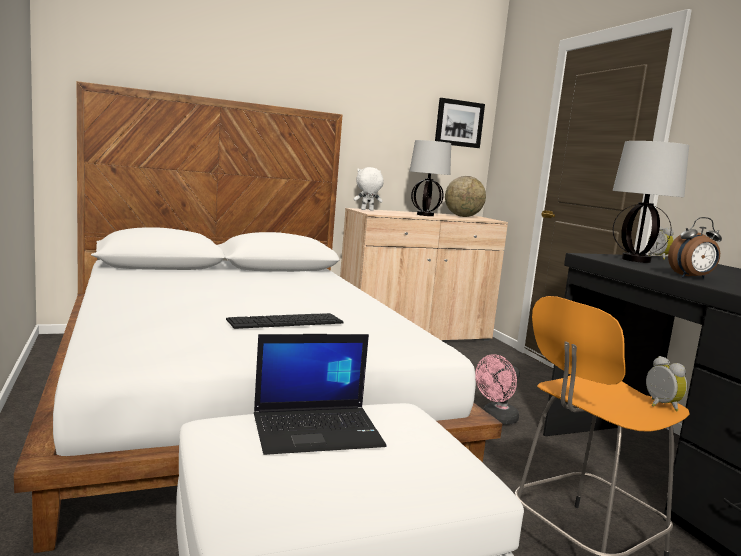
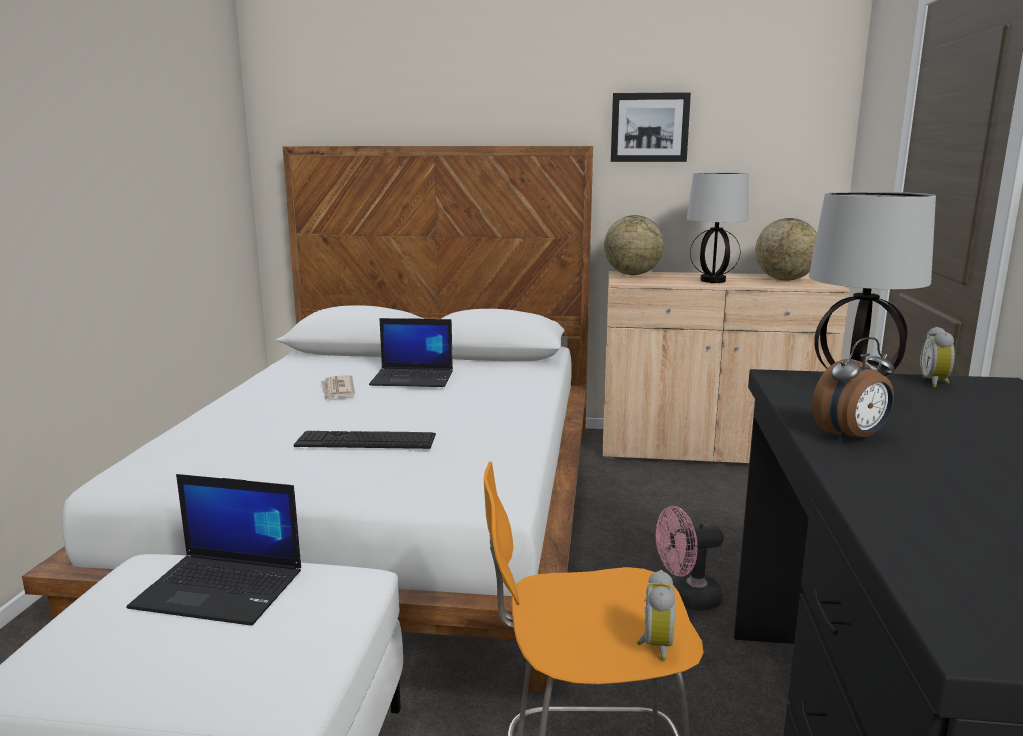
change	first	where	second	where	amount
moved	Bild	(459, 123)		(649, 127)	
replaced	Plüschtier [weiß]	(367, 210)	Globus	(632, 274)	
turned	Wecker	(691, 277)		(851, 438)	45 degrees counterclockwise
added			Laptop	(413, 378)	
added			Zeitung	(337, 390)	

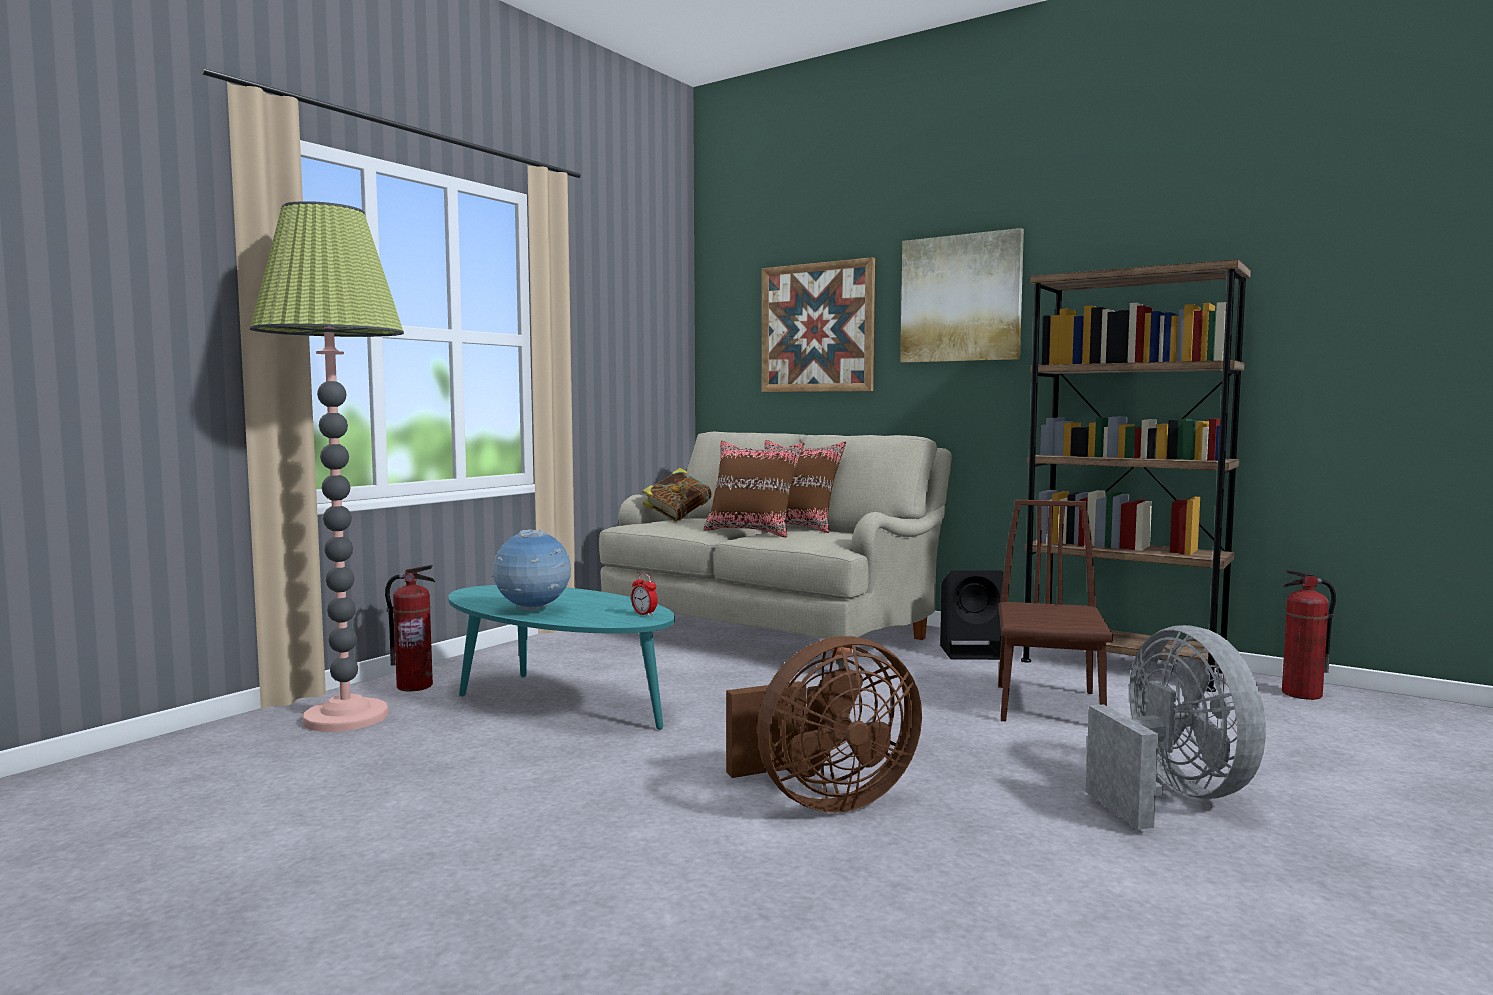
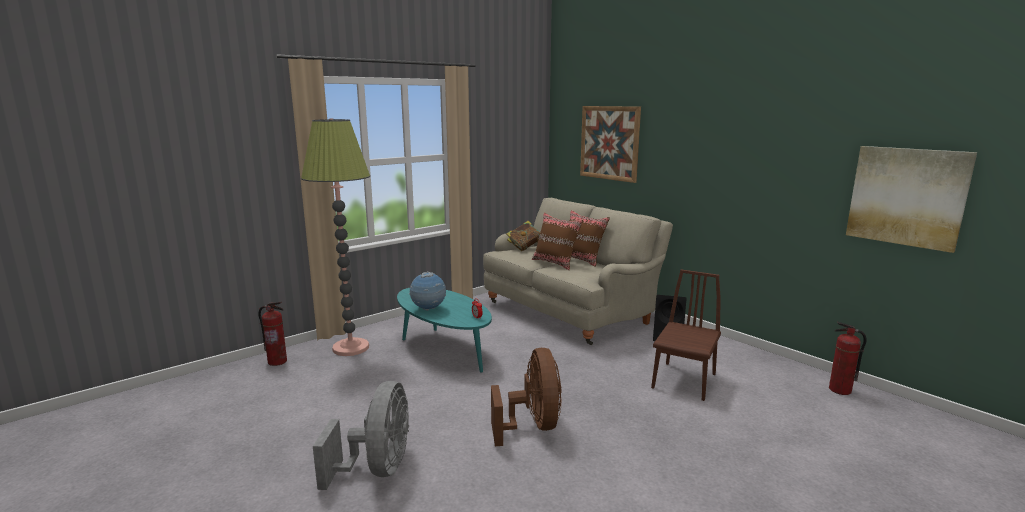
change	first	where	second	where	amount
moved	Bild	(961, 298)		(906, 196)	
removed	Bücherregal [braun]	(1121, 666)			
moved	Feuerlöscher	(415, 686)		(277, 361)	
moved	Ventilator [grau]	(1172, 796)		(378, 469)	
turned	Ventilator [braun]	(823, 800)		(533, 426)	90 degrees counterclockwise

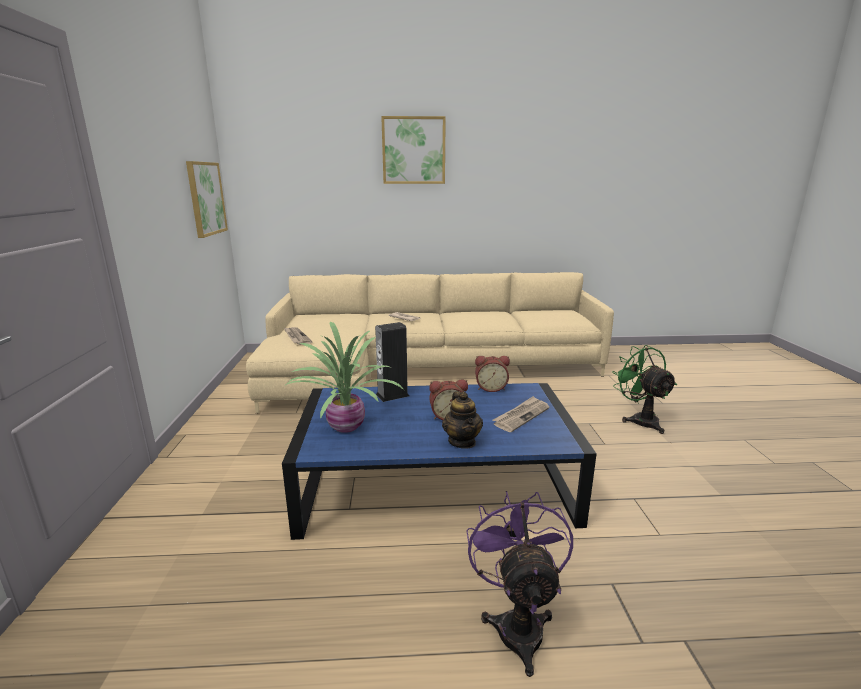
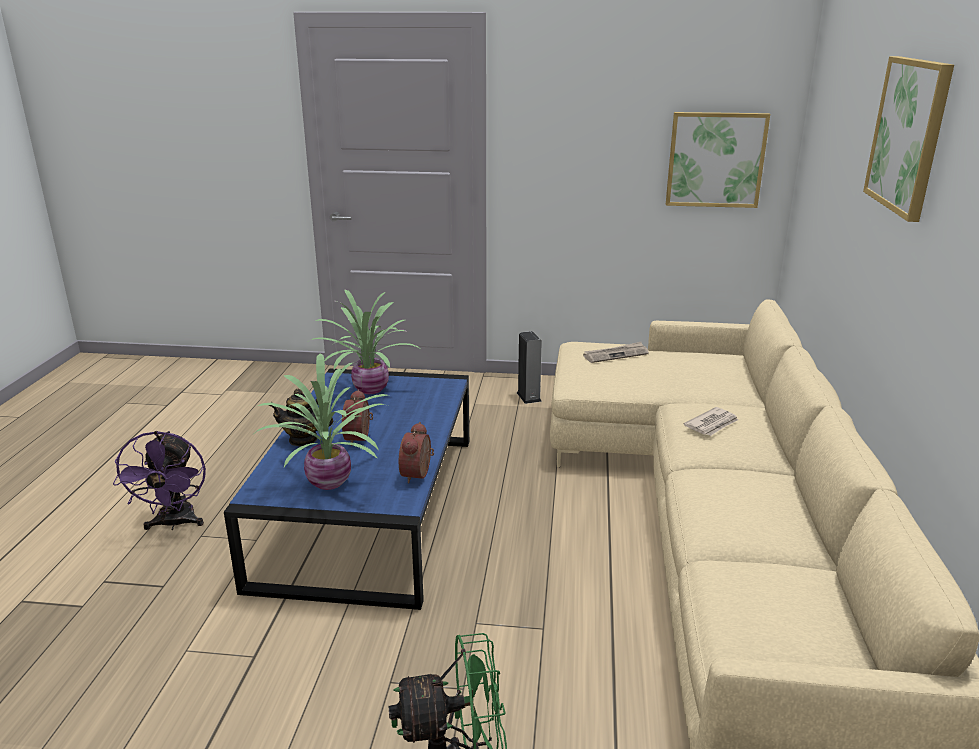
change	first	where	second	where	amount
moved	Lautsprecher	(392, 395)		(529, 397)	
replaced	Zeitung	(521, 416)	Topfpflanze	(332, 481)	
turned	Ventilator [lila]	(517, 623)		(174, 524)	75 degrees clockwise

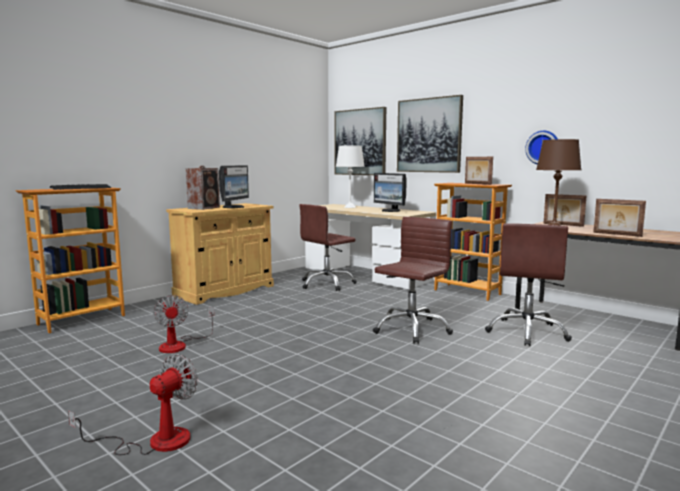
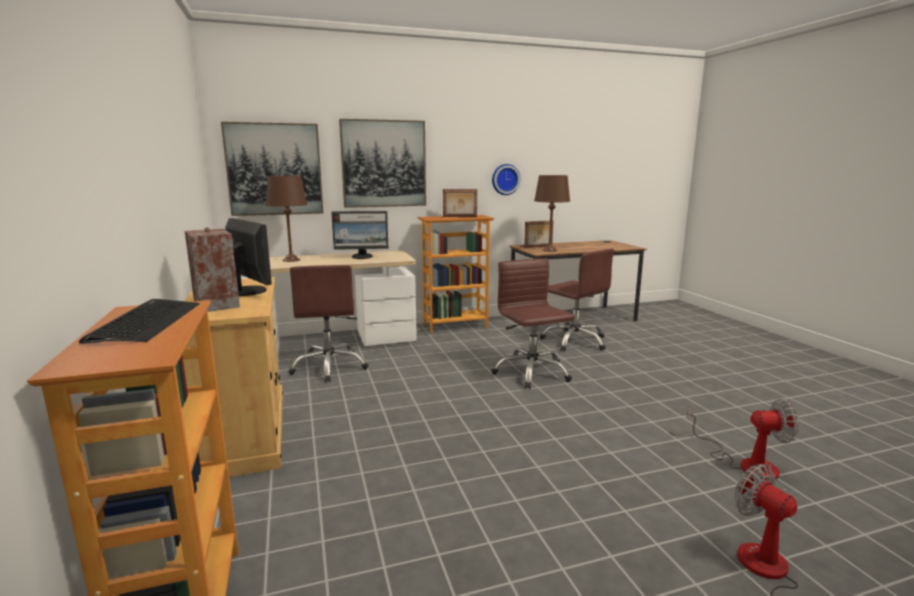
change	first	where	second	where	amount
recoloured	Tischlampe [weiß]	(349, 207)	Tischlampe [braun]	(291, 260)	
removed	Bilderrahmen	(617, 234)			
moved	Ventilator	(180, 345)		(746, 463)	

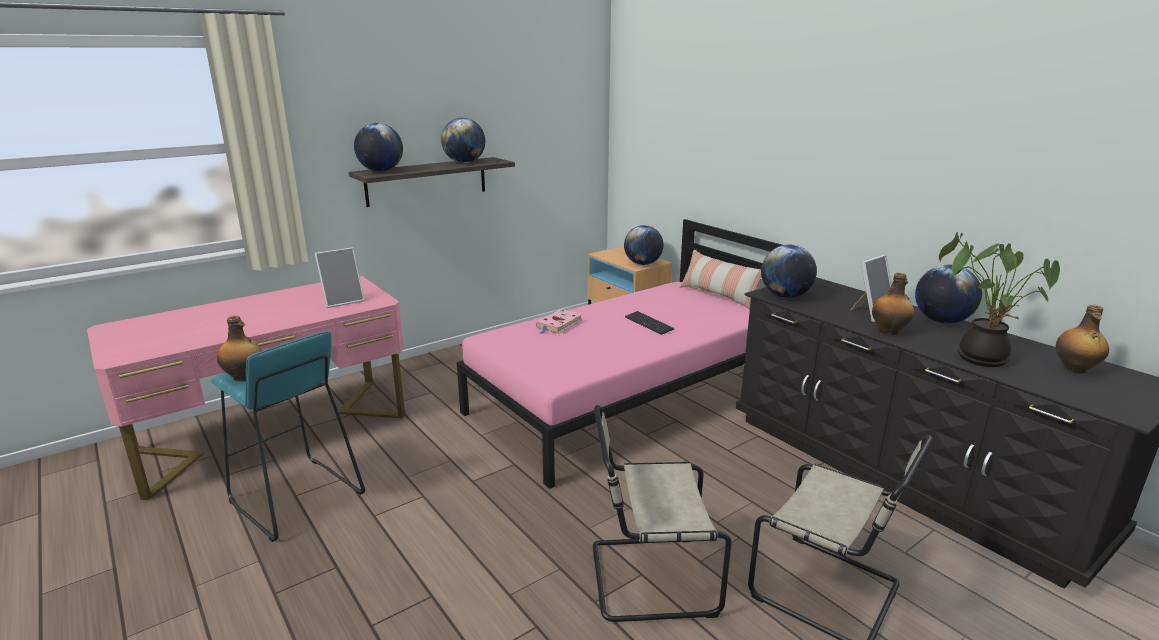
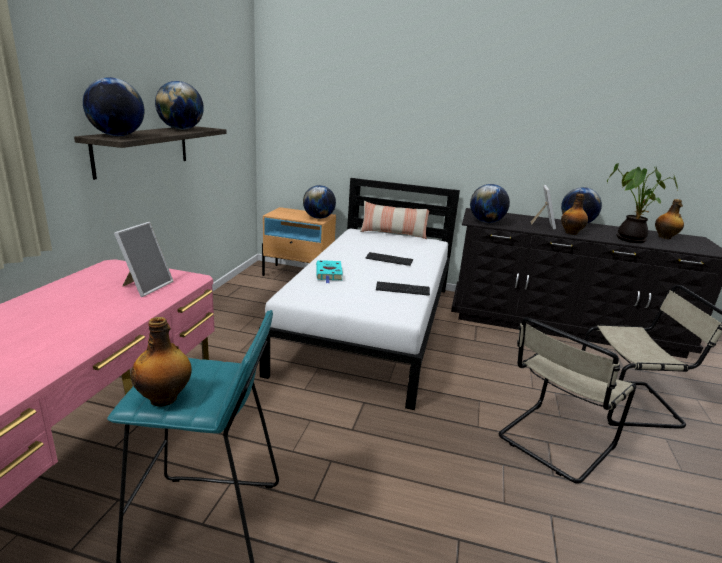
change	first	where	second	where	amount
recoloured	Bett [rosa]	(628, 399)	Bett [weiß]	(371, 325)	
recoloured	Buch [rosa]	(558, 325)	Buch [türkis]	(329, 273)	
added			Tastatur	(402, 290)	

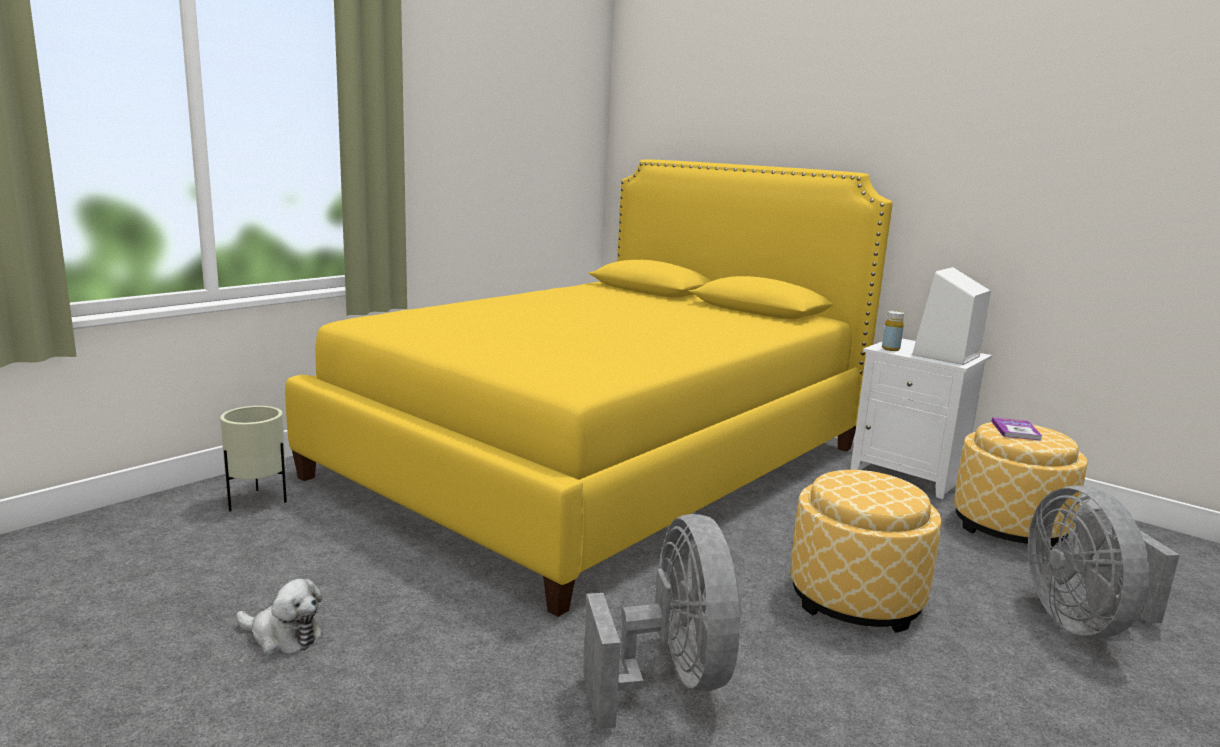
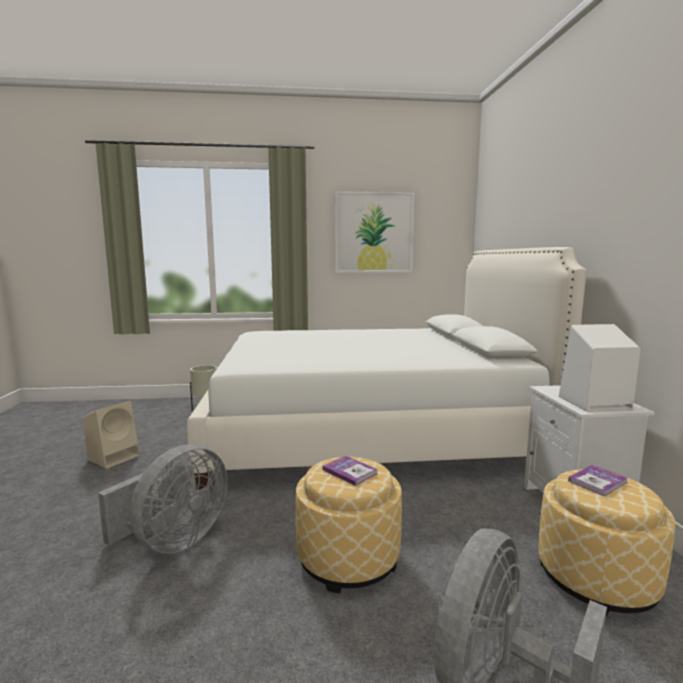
change	first	where	second	where	amount
recoloured	Bett [gelb]	(601, 461)	Bett [weiß]	(367, 432)	
removed	Flasche [gelb]	(890, 349)			
replaced	Plüschtier	(283, 636)	Lautsprecher [beige]	(114, 457)	
added			Bild	(374, 233)	
added			Buch	(350, 471)	

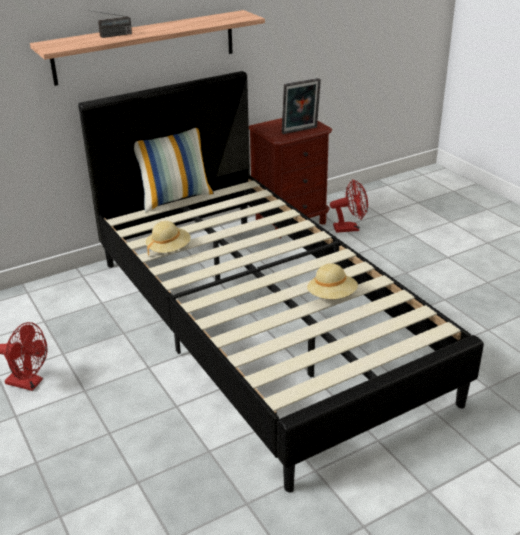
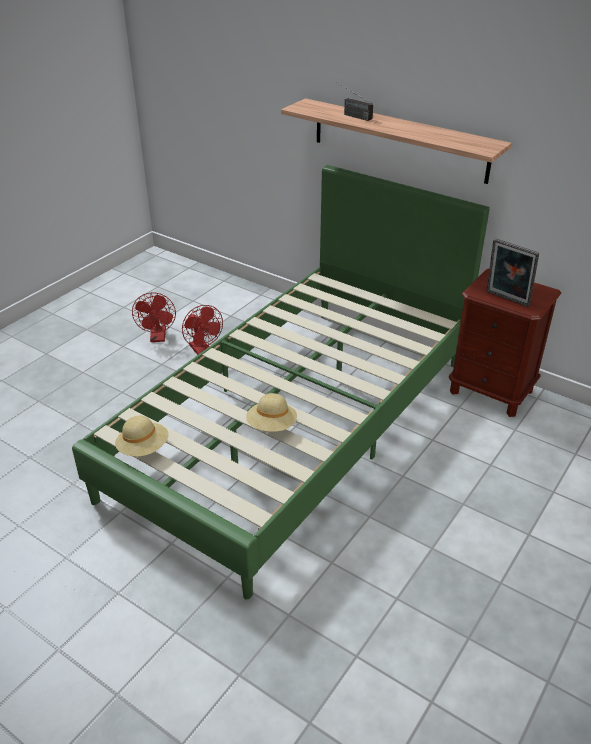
change	first	where	second	where	amount
recoloured	Bett [schwarz]	(260, 324)	Bett [grün]	(296, 425)	
removed	Kissen	(175, 198)			
moved	Ventilator [rot]	(350, 228)		(203, 351)	
moved	Hut [beige]	(169, 249)		(143, 448)	

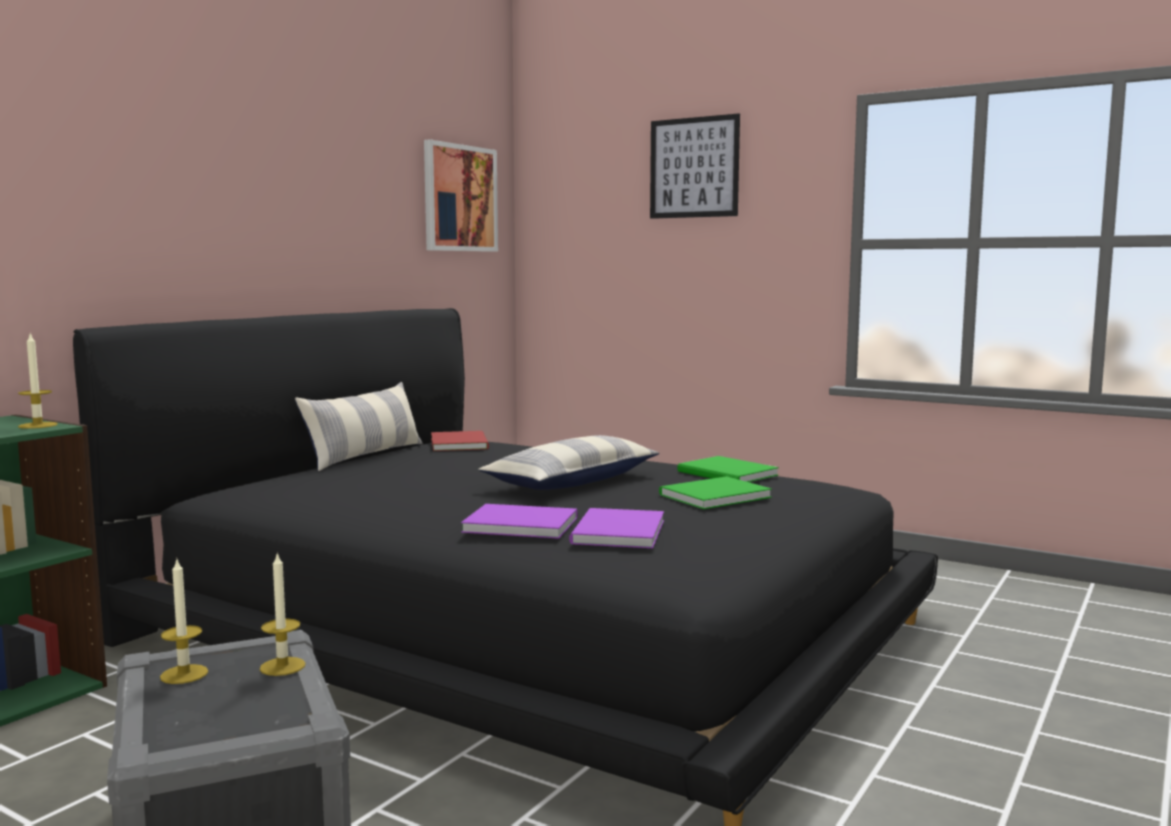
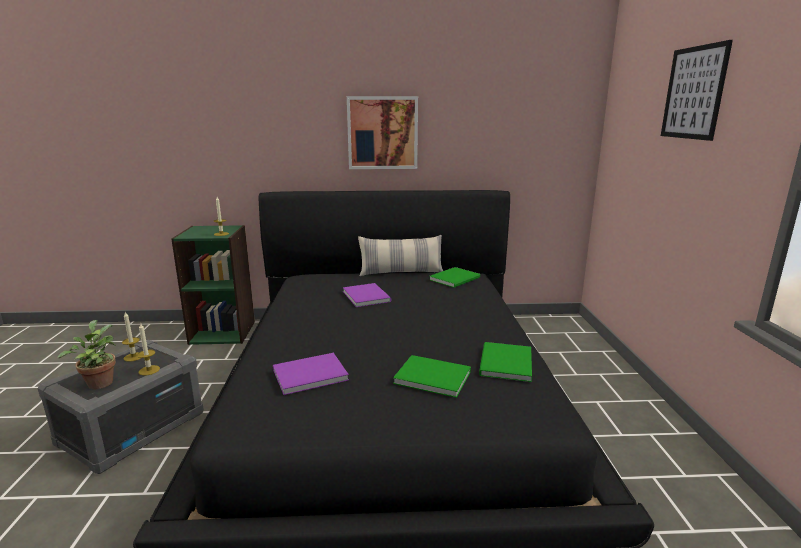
change	first	where	second	where	amount
moved	Bild	(459, 198)		(382, 133)	
recoloured	Buch [rot]	(461, 443)	Buch [grün]	(456, 278)	
removed	Kissen	(572, 482)			
moved	Buch [lila]	(518, 524)		(367, 296)	
added			Topfpflanze	(99, 382)	

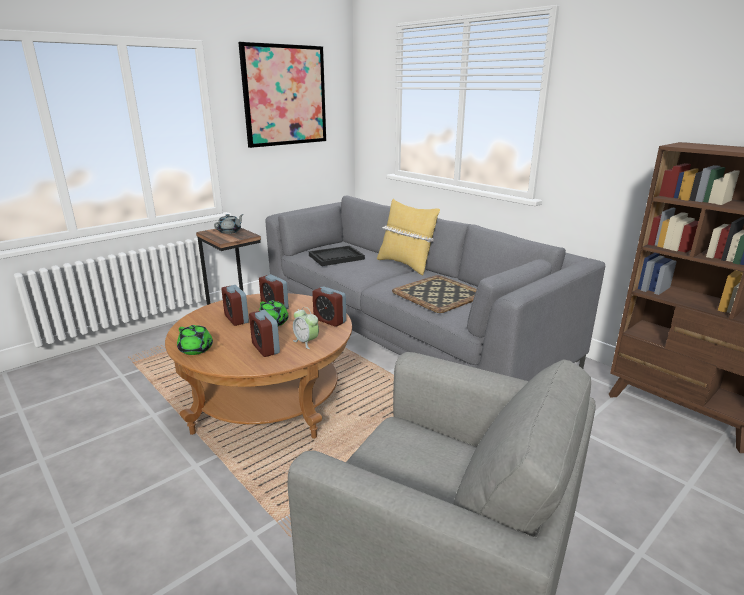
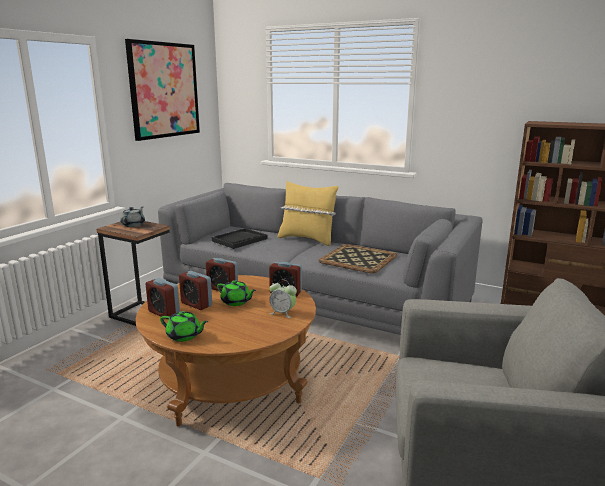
change	first	where	second	where	amount
moved	Wecker	(265, 348)		(164, 313)	

